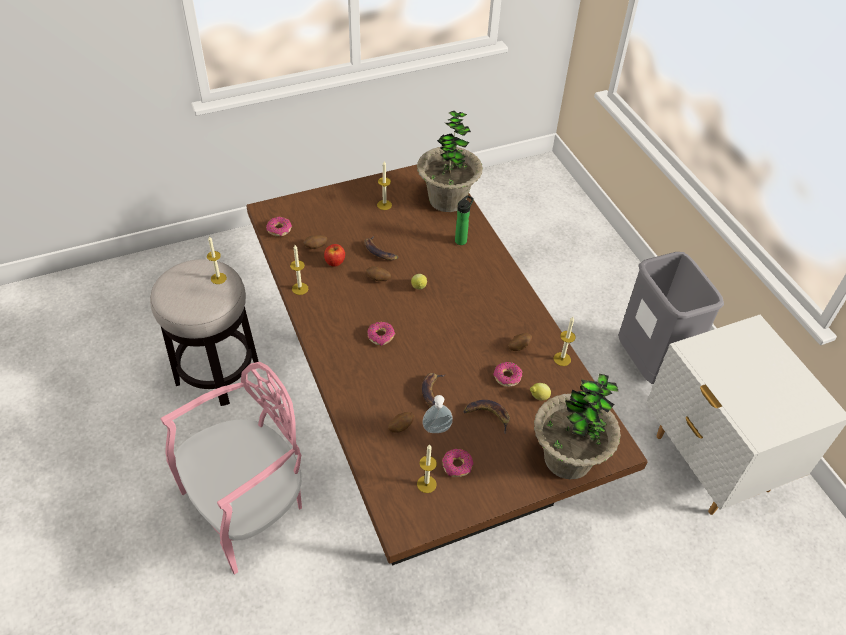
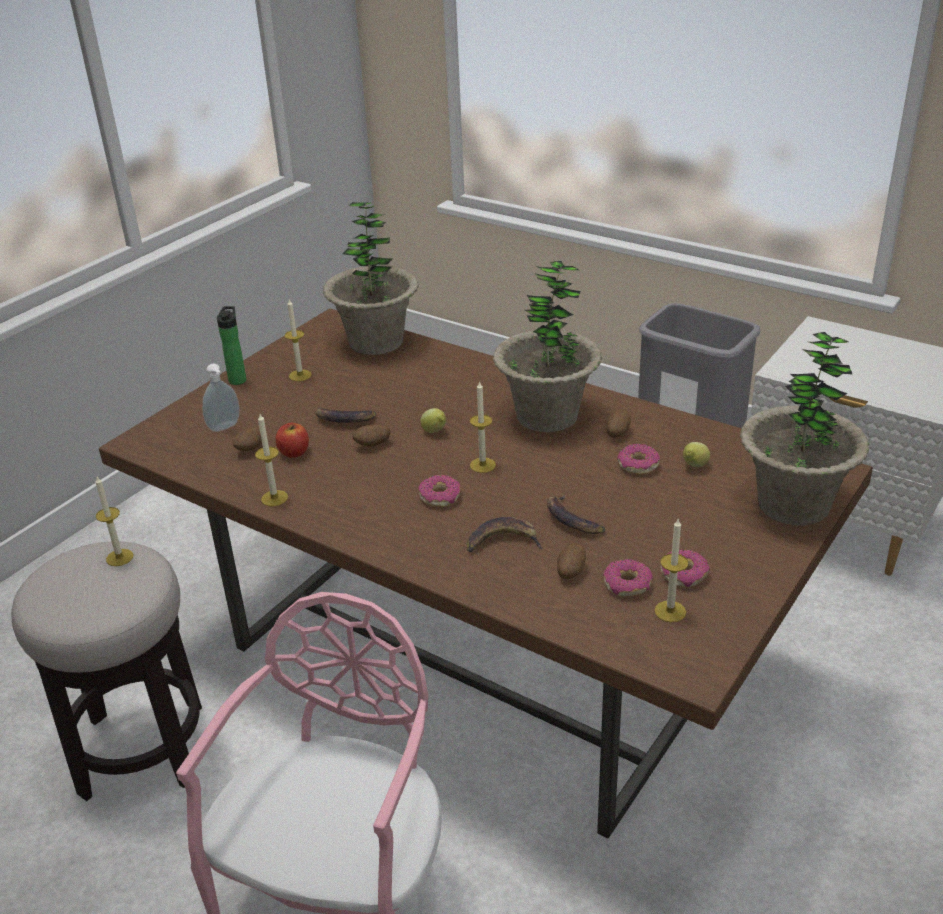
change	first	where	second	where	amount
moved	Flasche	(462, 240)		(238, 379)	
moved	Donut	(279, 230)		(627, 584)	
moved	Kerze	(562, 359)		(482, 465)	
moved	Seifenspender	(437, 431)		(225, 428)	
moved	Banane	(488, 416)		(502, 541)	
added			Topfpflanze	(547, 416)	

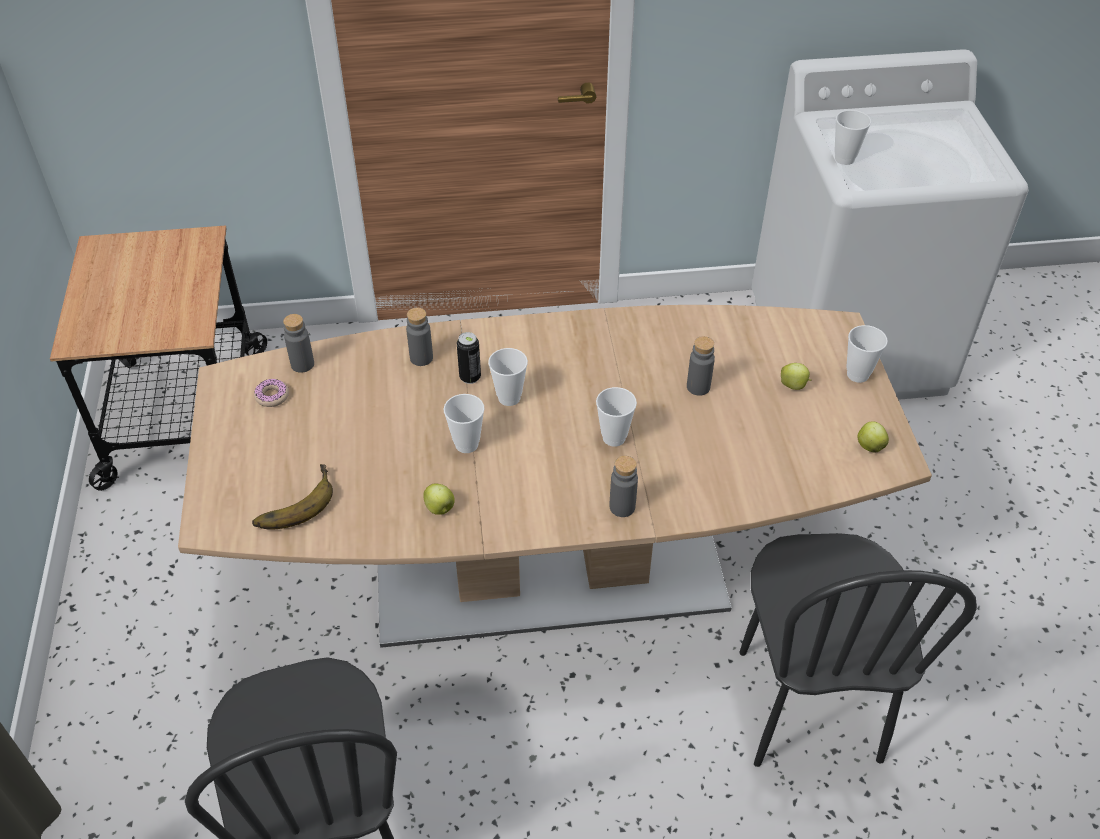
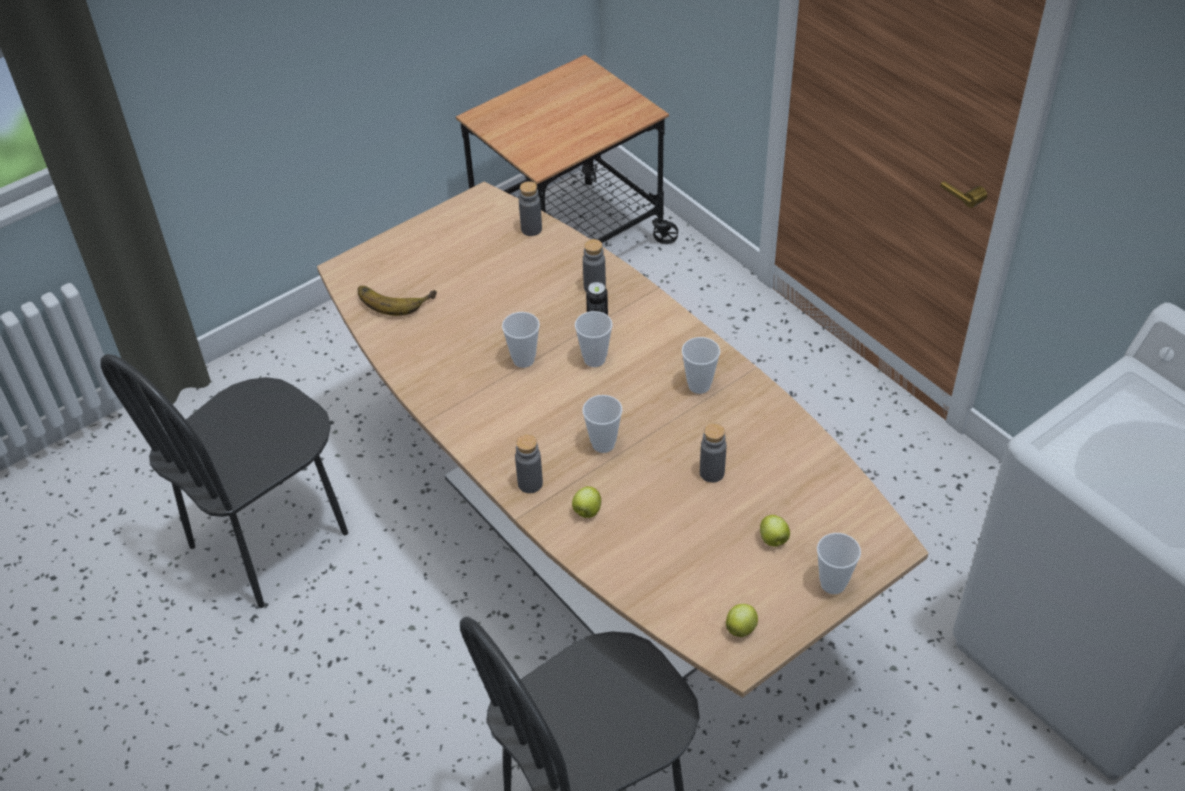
change	first	where	second	where	amount
moved	Tasse	(844, 159)		(699, 385)	
removed	Donut	(272, 396)			
moved	Apfel	(440, 509)		(587, 512)	

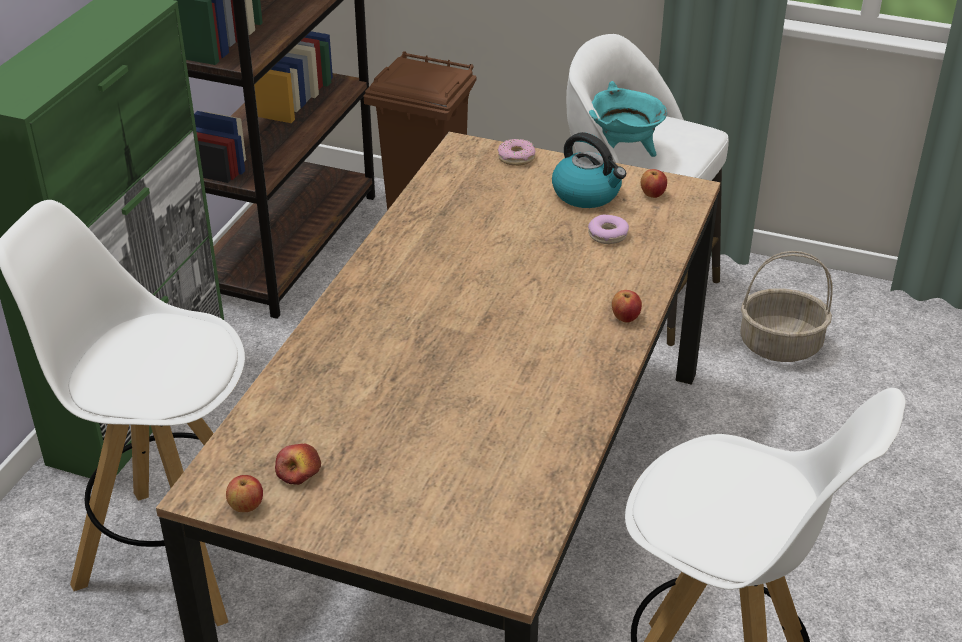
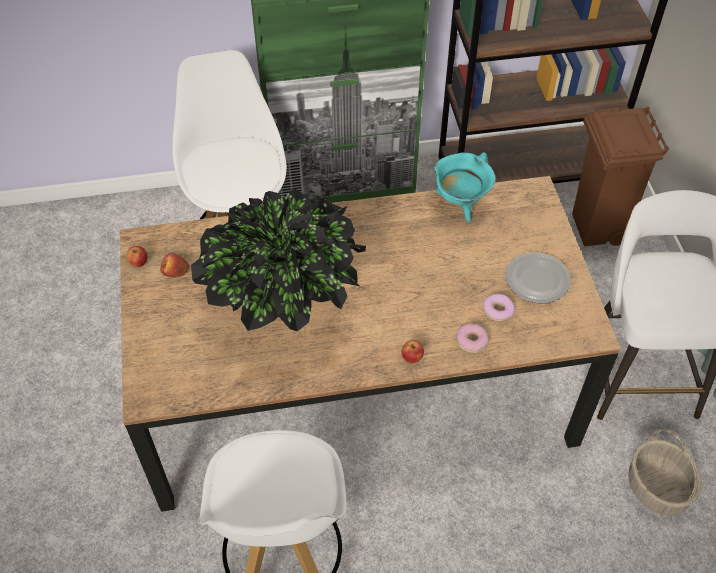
change	first	where	second	where	amount
moved	Kochtopf [türkis]	(624, 152)		(460, 204)	
replaced	Wasserkessel	(587, 194)	Teller	(538, 279)	
moved	Donut	(516, 158)		(471, 341)	
removed	Apfel	(652, 194)			
added			Topfpflanze	(283, 308)	

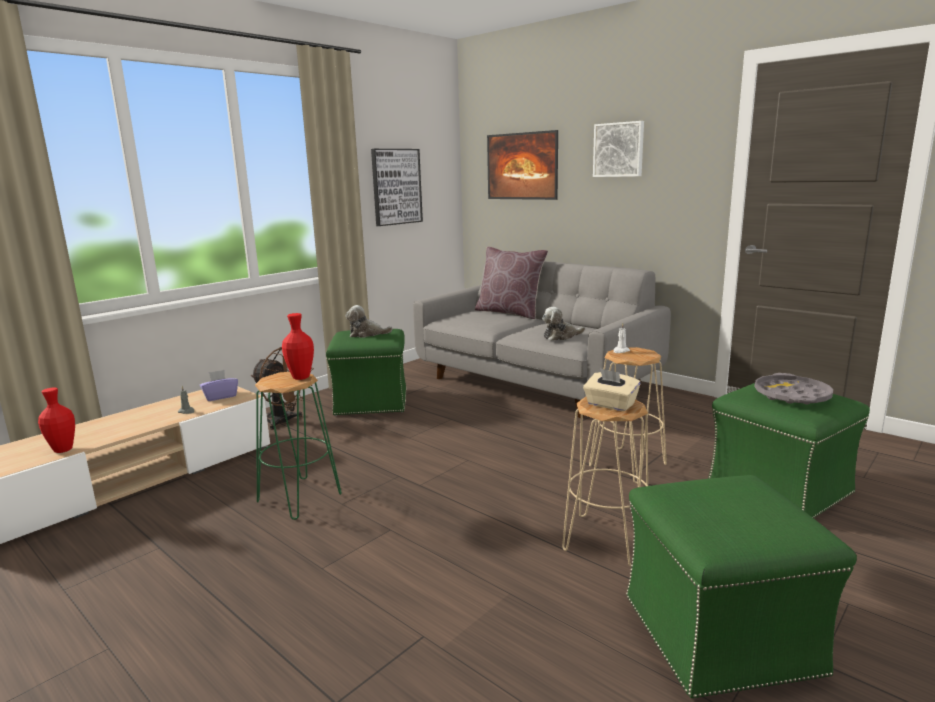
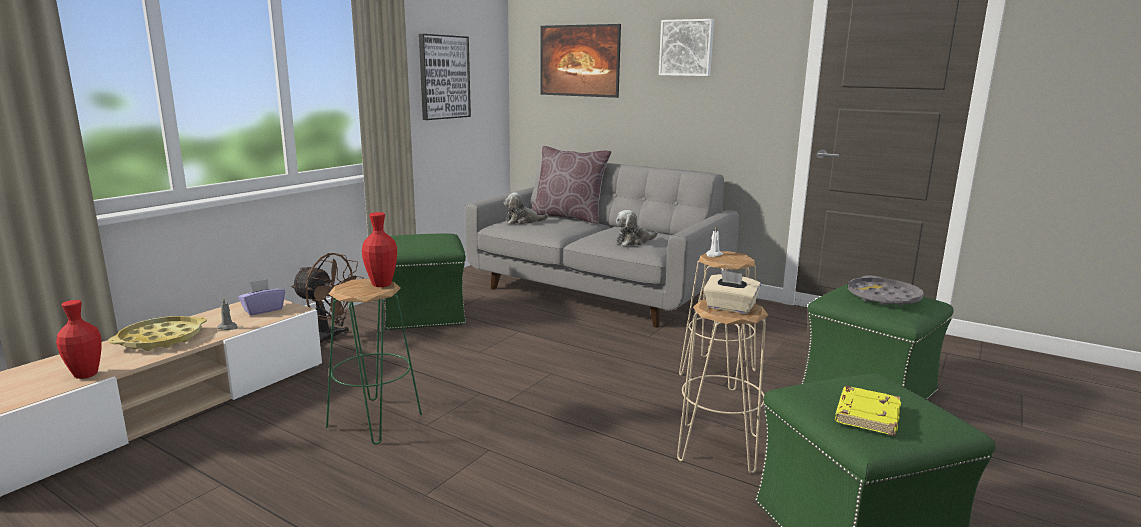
change	first	where	second	where	amount
moved	Plüschtier	(366, 334)		(523, 221)	
added			Tablett [gelb]	(161, 339)	
added			Buch [gelb]	(866, 415)	

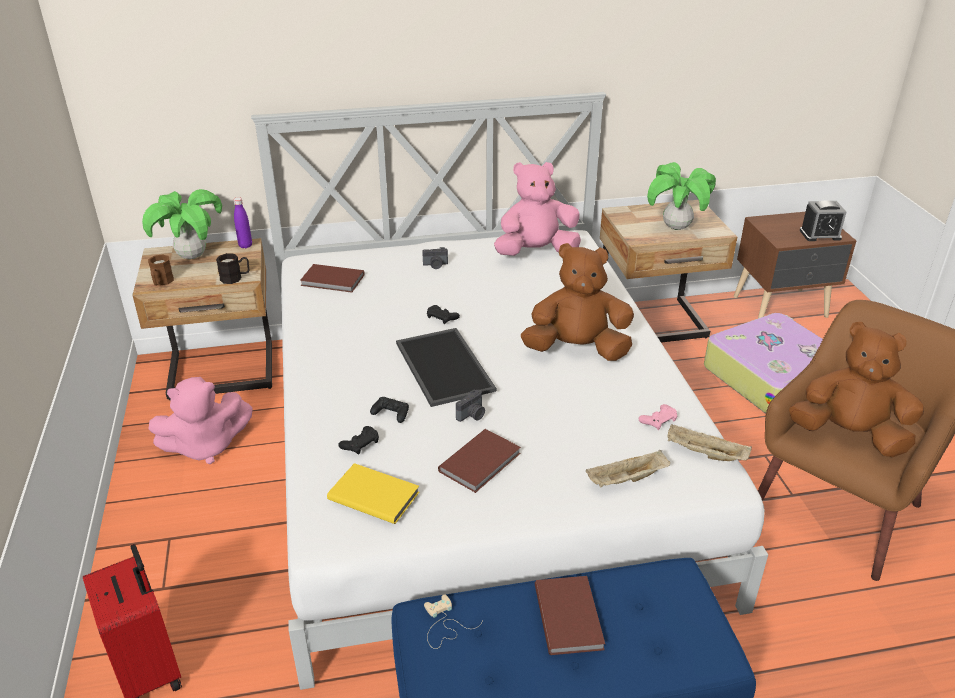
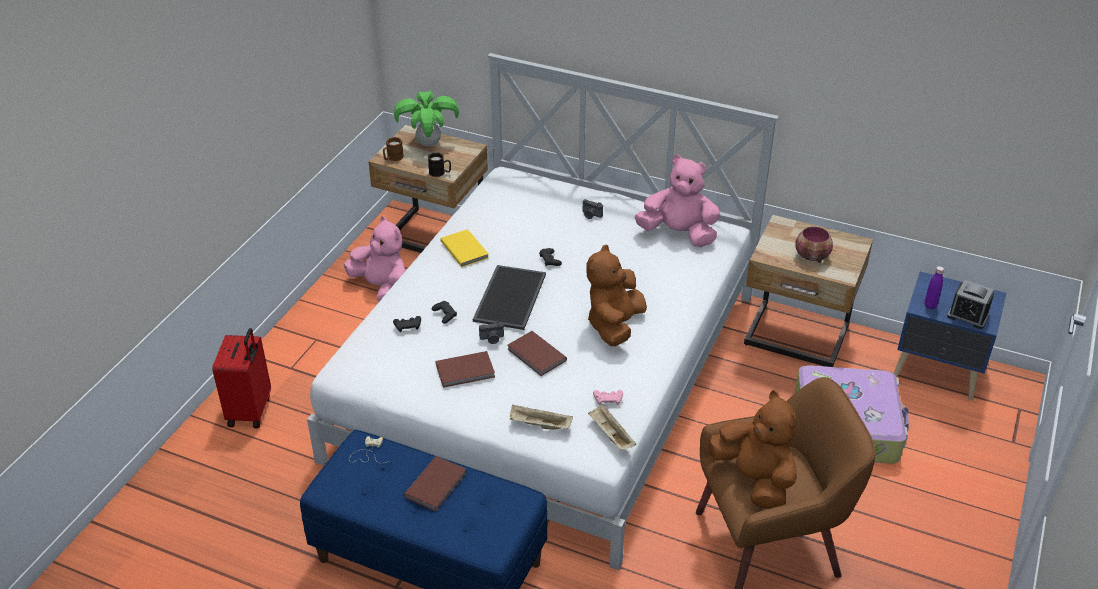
change	first	where	second	where	amount
replaced	Topfpflanze	(676, 227)	Schüssel	(812, 257)	
moved	Flasche [lila]	(245, 246)		(930, 305)	
recoloured	Nachttisch [braun]	(782, 308)	Nachttisch [blau]	(937, 373)	
turned	Plüschtier [braun]	(577, 350)		(614, 325)	105 degrees counterclockwise
moved	Buch [braun]	(333, 281)		(536, 356)	
turned	Plüschtier [rosa]	(206, 446)		(382, 288)	150 degrees counterclockwise
moved	Buch [gelb]	(374, 494)		(465, 249)	

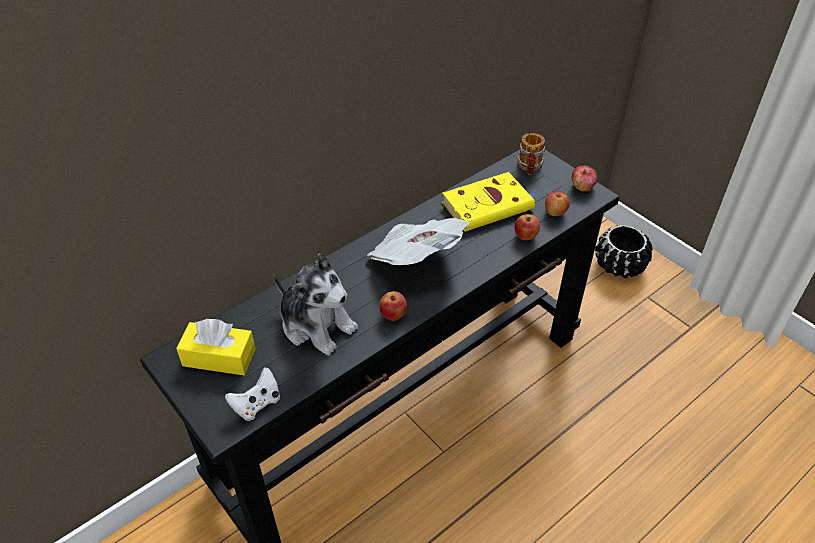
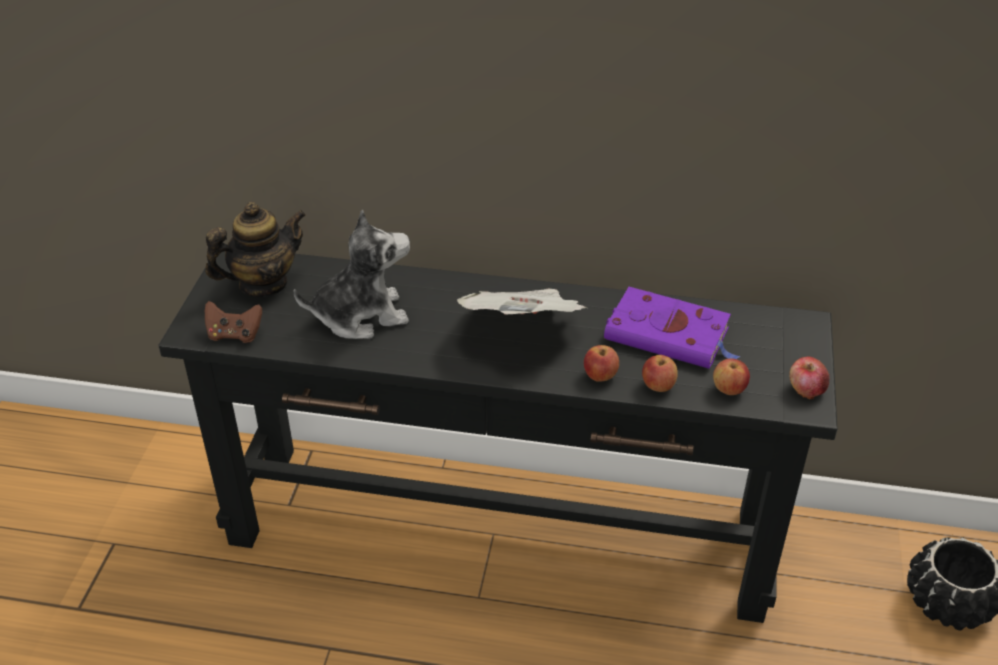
change	first	where	second	where	amount
removed	Henkelbecher	(529, 167)			
recoloured	Buch [gelb]	(489, 205)	Buch [lila]	(670, 335)	
turned	Plüschtier	(317, 325)		(361, 315)	105 degrees counterclockwise
moved	Apfel	(393, 315)		(600, 376)	
replaced	Taschentuchbox [gelb]	(219, 357)	Teekanne	(263, 284)	
recoloured	Gamepad [weiß]	(257, 404)	Gamepad [braun]	(234, 335)	

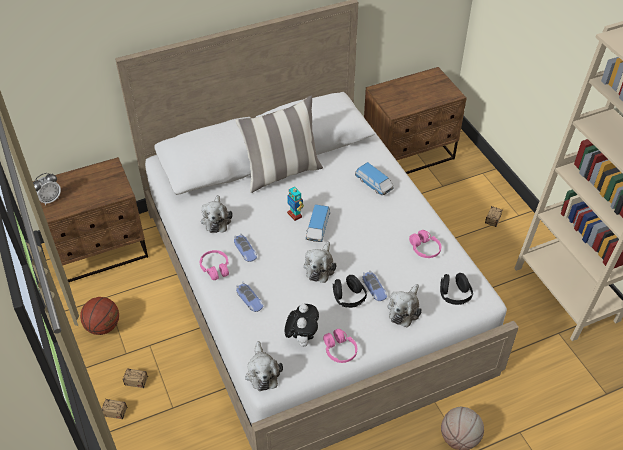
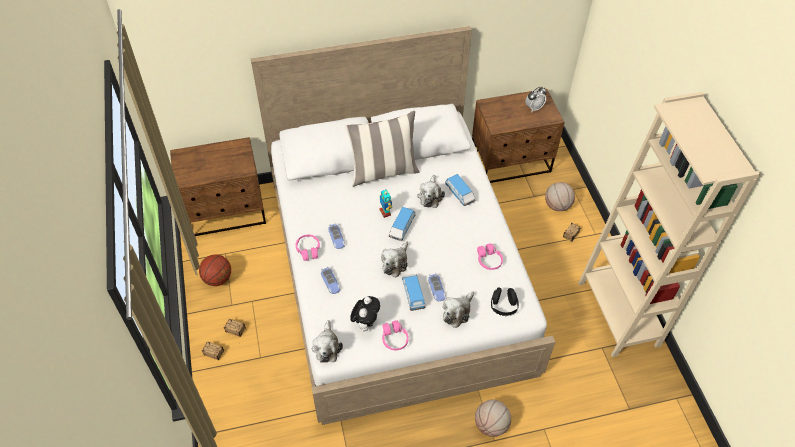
change	first	where	second	where	amount
moved	Wecker	(50, 199)		(534, 108)	
moved	Plüschtier	(216, 219)		(430, 196)	
replaced	Kopfhörer [schwarz]	(349, 298)	Spielzeugauto	(413, 294)	
added			Basketball	(557, 206)	

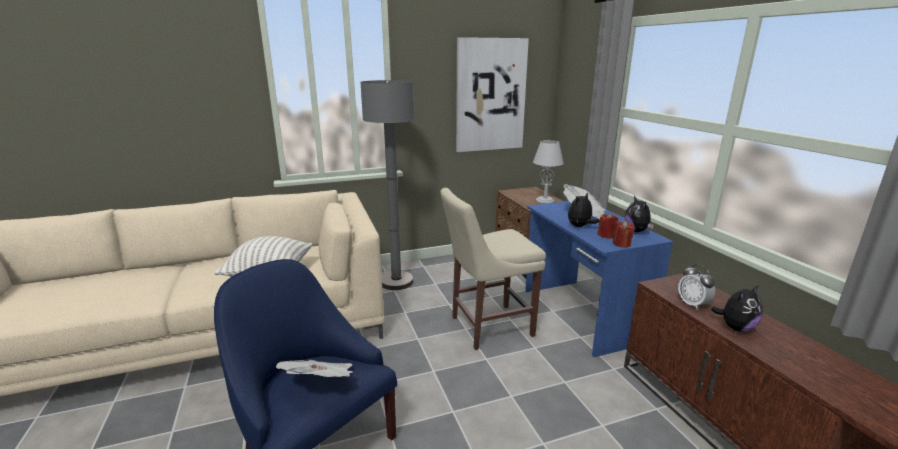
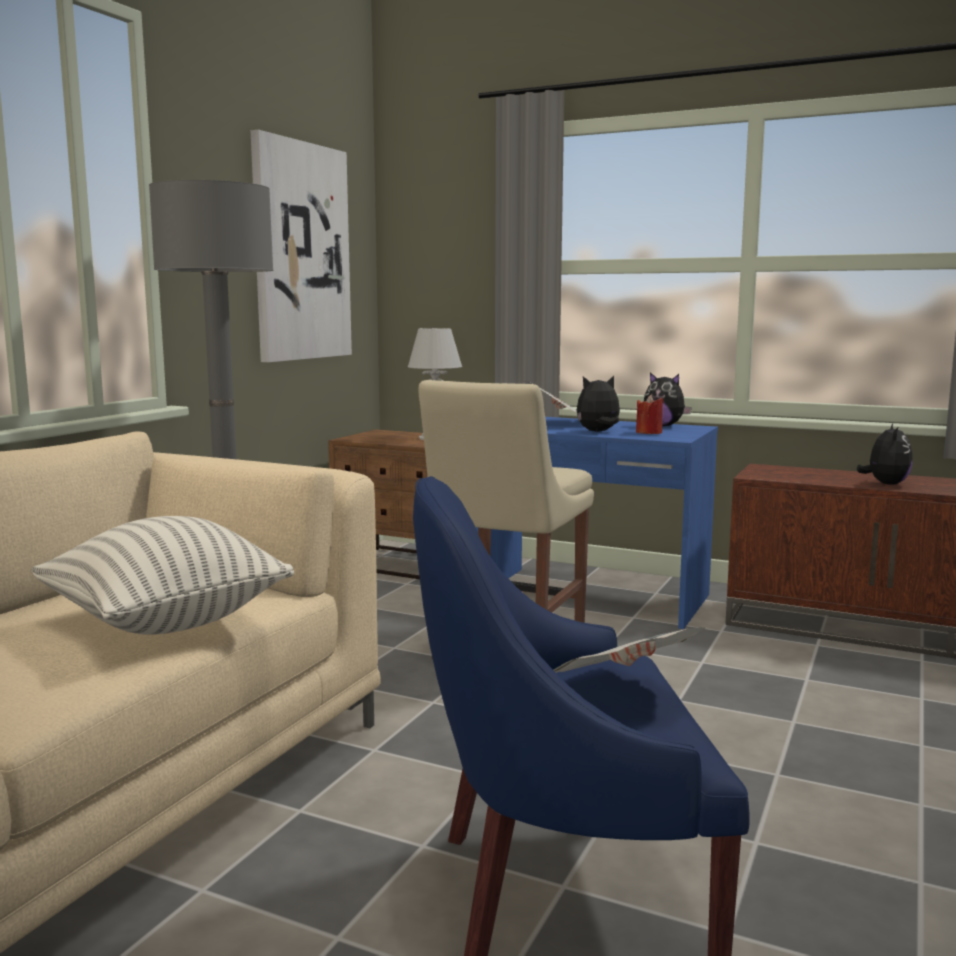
change	first	where	second	where	amount
turned	Plüschtier	(580, 226)		(598, 432)	75 degrees clockwise
removed	Kerze [rot]	(621, 244)			
removed	Wecker	(693, 304)			

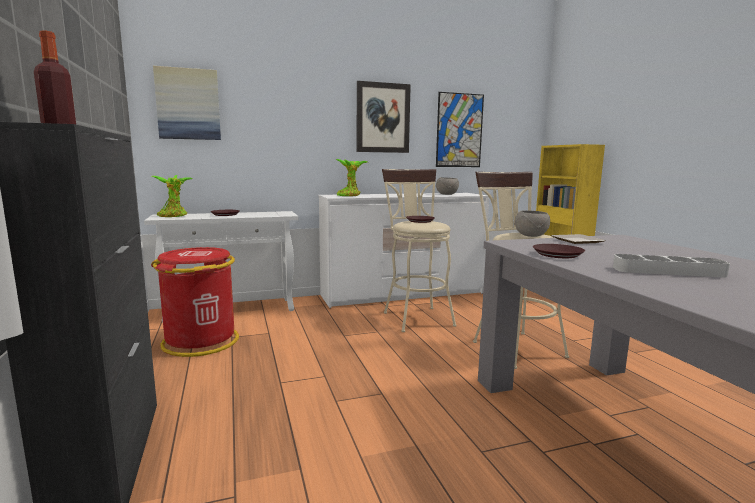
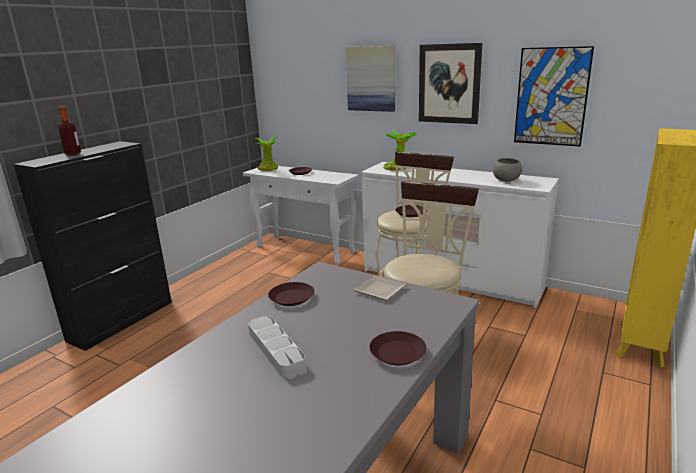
change	first	where	second	where	amount
moved	Bild	(188, 104)		(371, 79)	
removed	Schüssel [grau]	(530, 236)			
removed	Mülleimer [rot]	(201, 341)			
added			Teller [braun]	(397, 353)	

